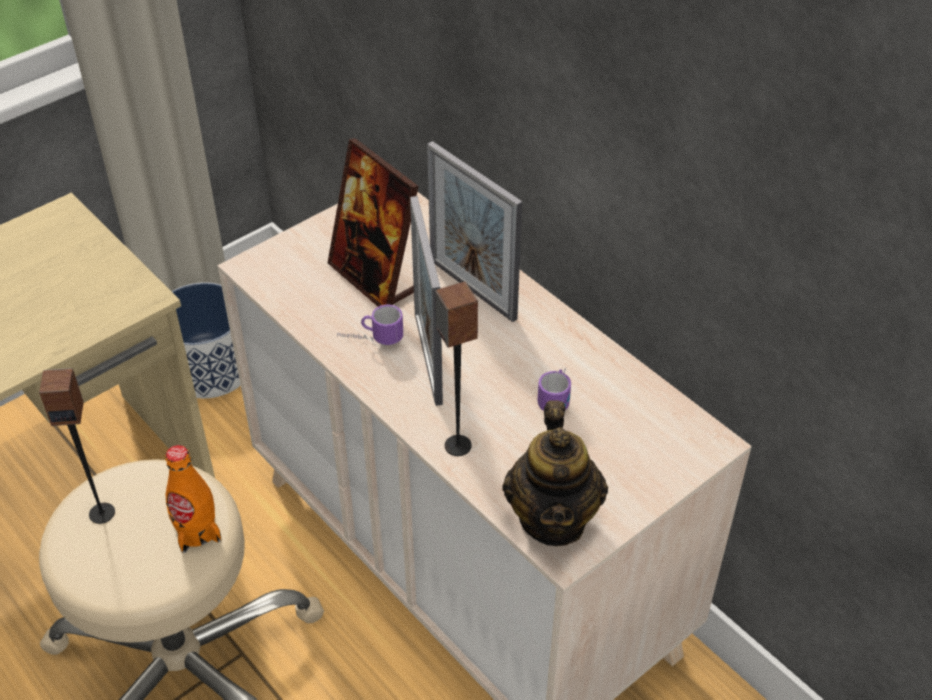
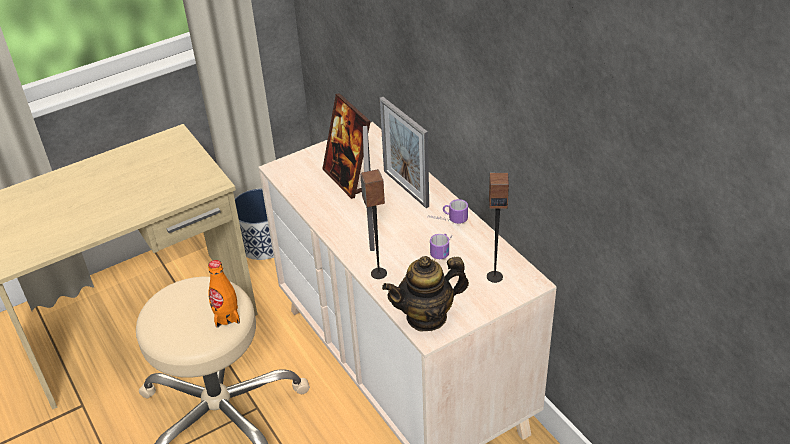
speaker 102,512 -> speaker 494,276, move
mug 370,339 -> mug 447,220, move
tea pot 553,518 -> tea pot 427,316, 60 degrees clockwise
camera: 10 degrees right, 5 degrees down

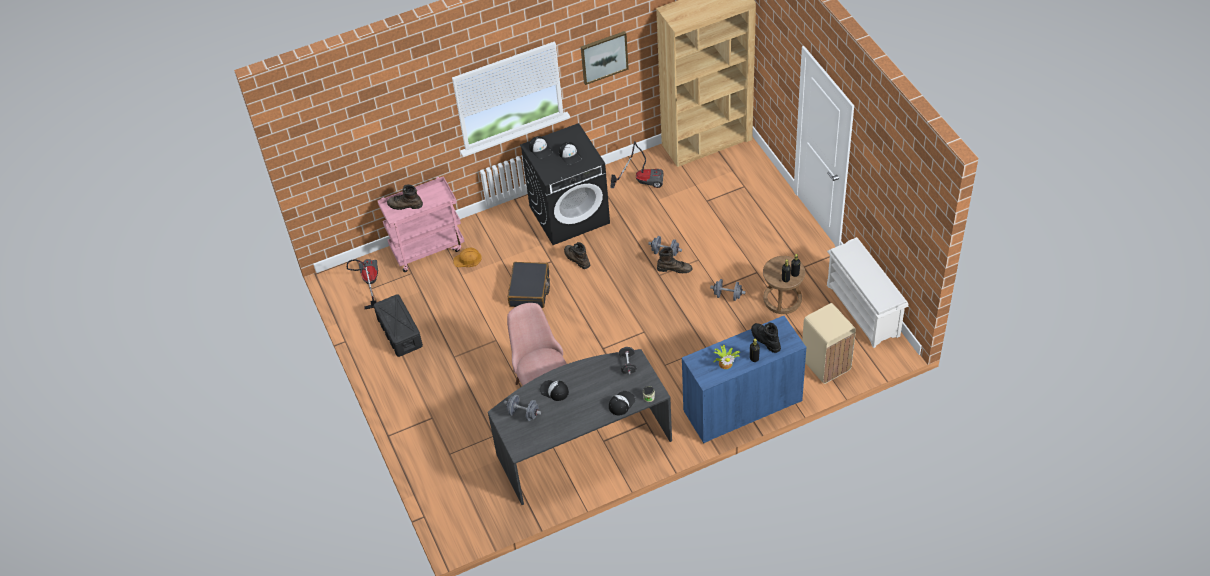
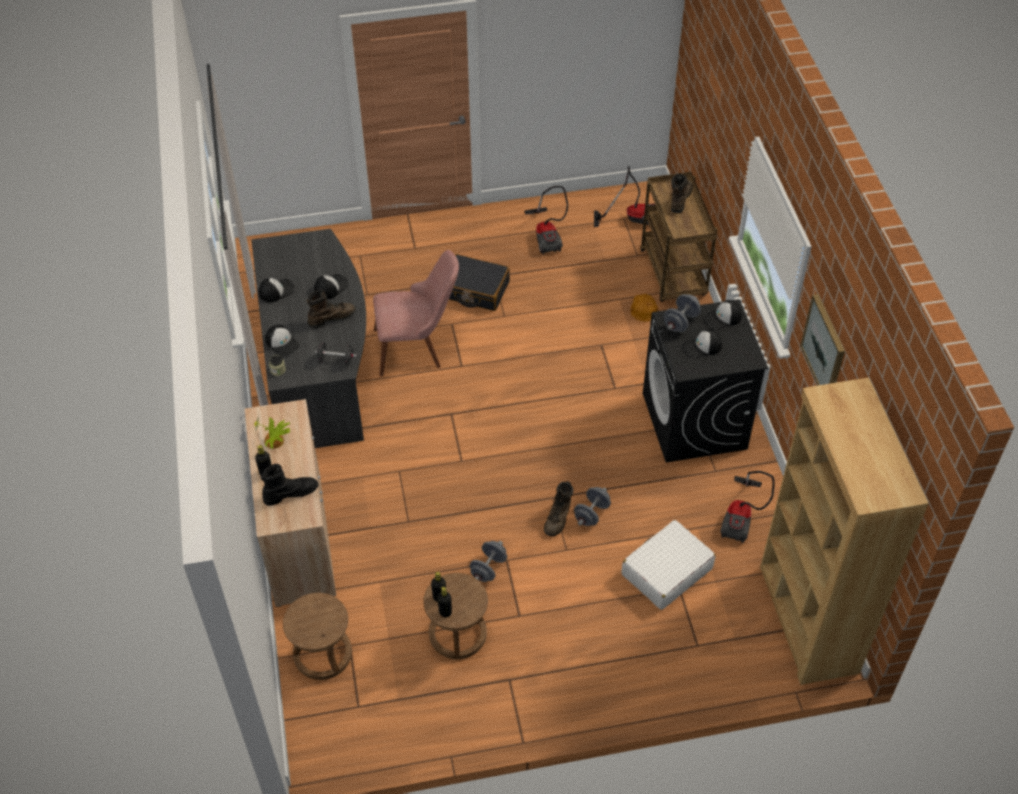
storage container/black 400,333 -> hoover 547,236
trolley/pinkish 428,248 -> trolley/brownish 674,274
dumbbell/gray 523,413 -> dumbbell/gray 681,322, move
piece of luggage/black 529,290 -> piece of luggage/black 475,290, move
high-top boot/brownish 576,259 -> high-top boot/brownish 331,317, move
cupboard/bluish 742,406 -> cupboard/beige 299,538
trash can/beige 825,365 -> stool/brownish 322,654
shoe stand/whitish 864,311 -> none
none -> peaked cap 276,290
none -> piece of luggage/whitish 666,571
camera: 100 degrees right, 0 degrees up

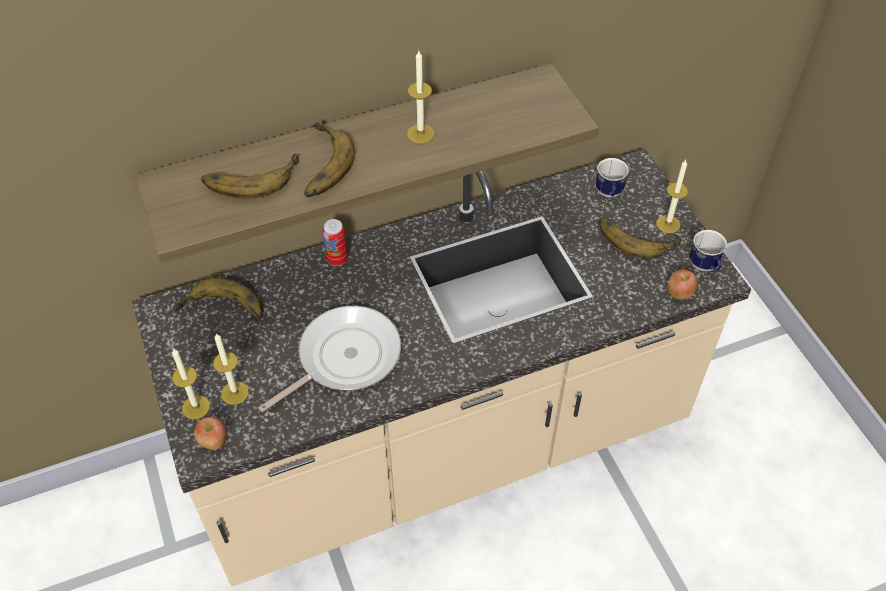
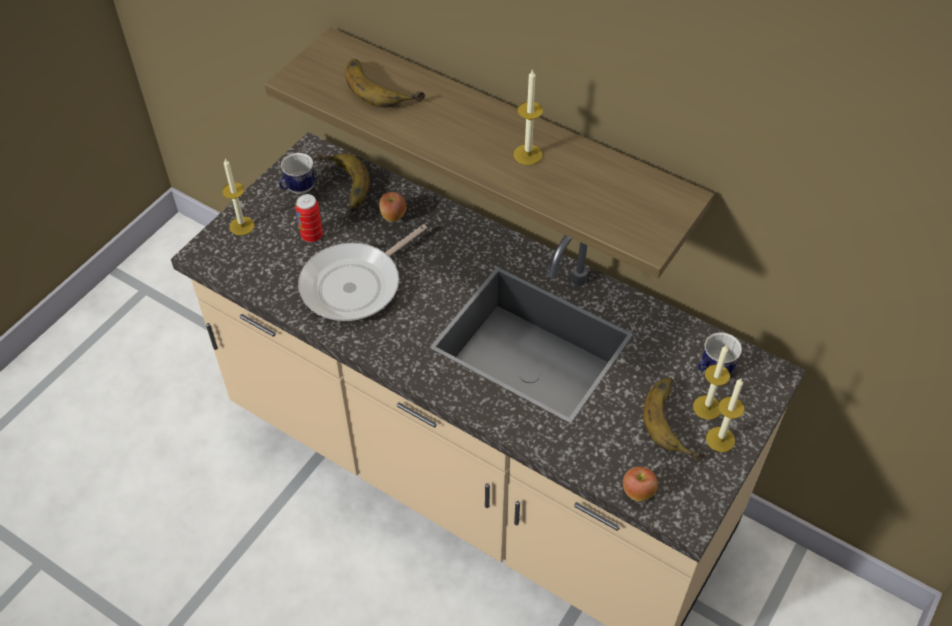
apple fruit 213,442 -> apple fruit 393,216, move
candle 235,393 -> candle 707,407, move
skillet 344,358 -> skillet 356,285, 120 degrees clockwise
banana 318,165 -> none
can 337,259 -> can 312,236, move
mug 705,267 -> mug 297,190, move
camera: 55 degrees right, 0 degrees up

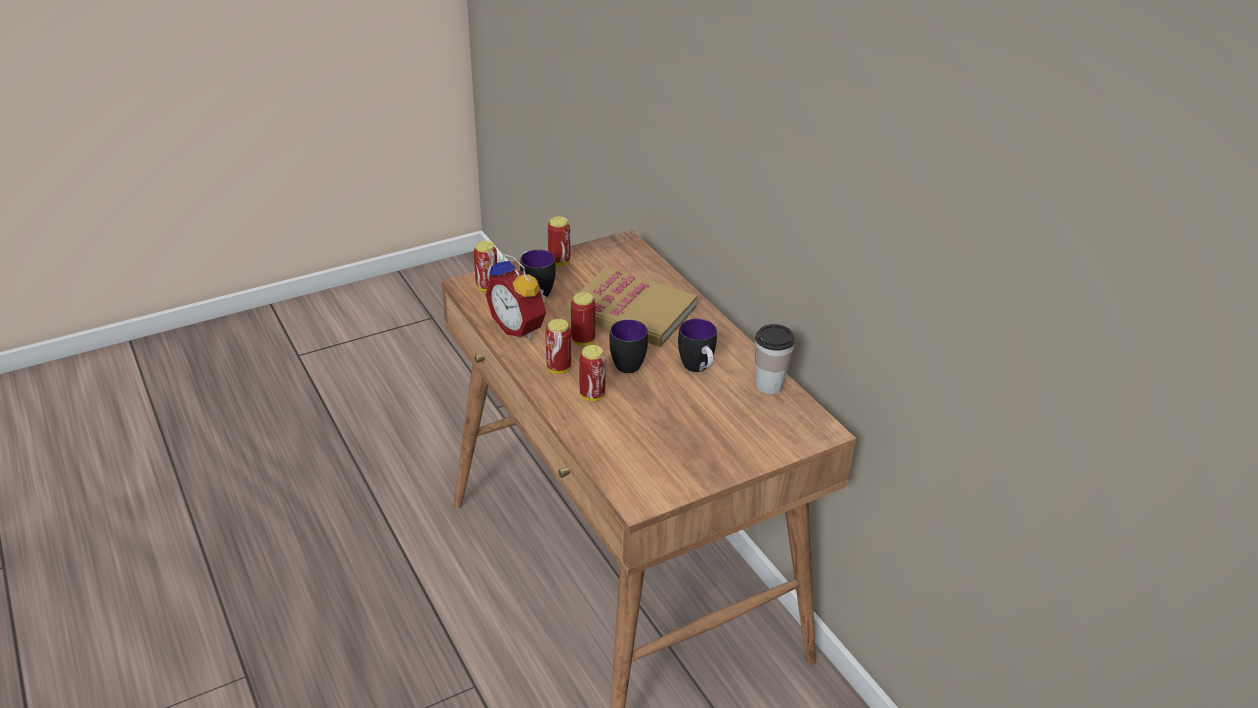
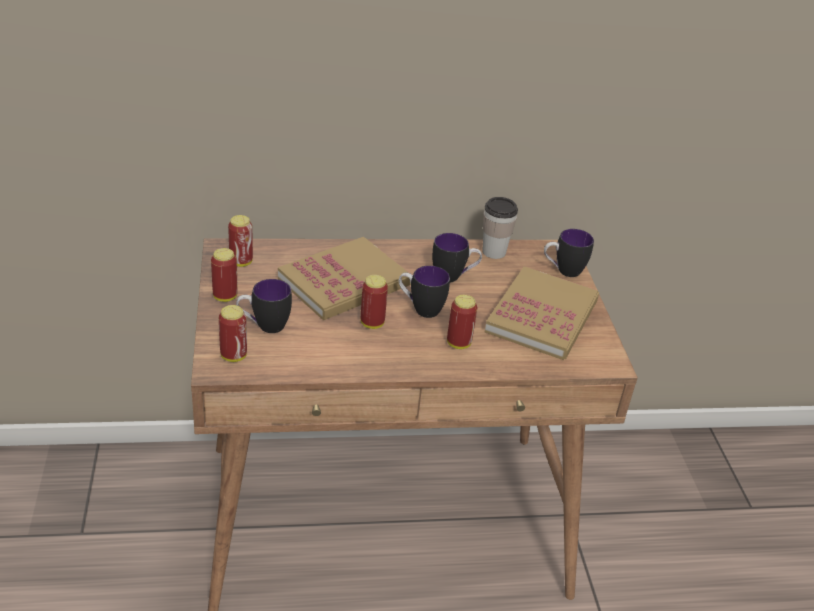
alarm clock 520,327 -> none
can 558,368 -> can 241,262, move
none -> bound book 542,316
none -> mug 562,271
camera: 70 degrees left, 0 degrees up

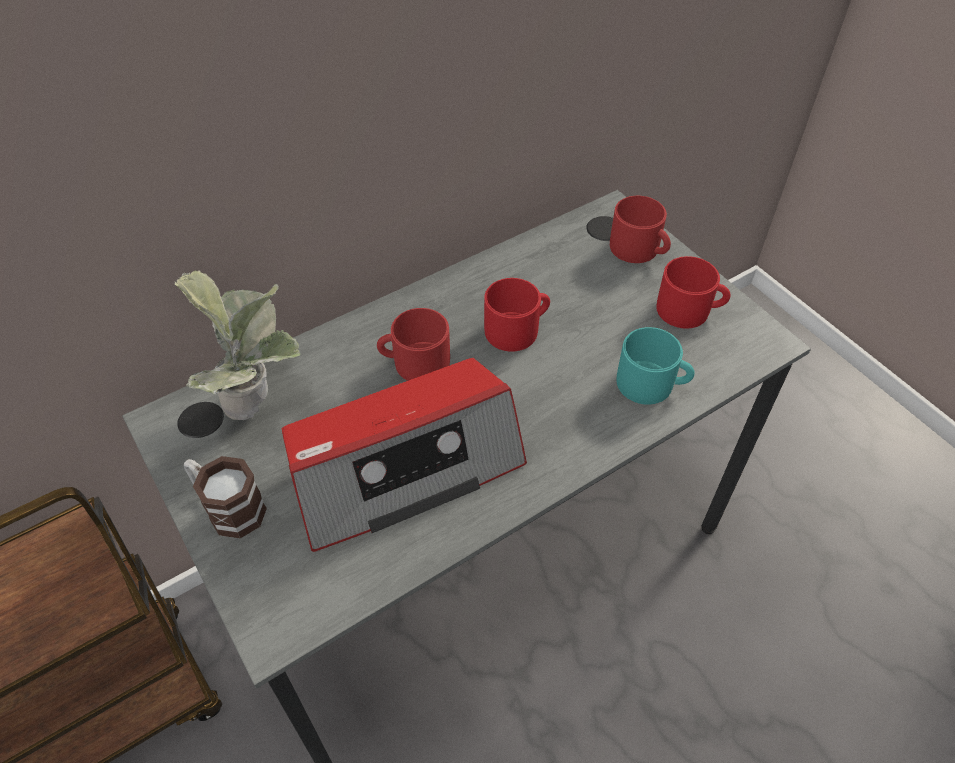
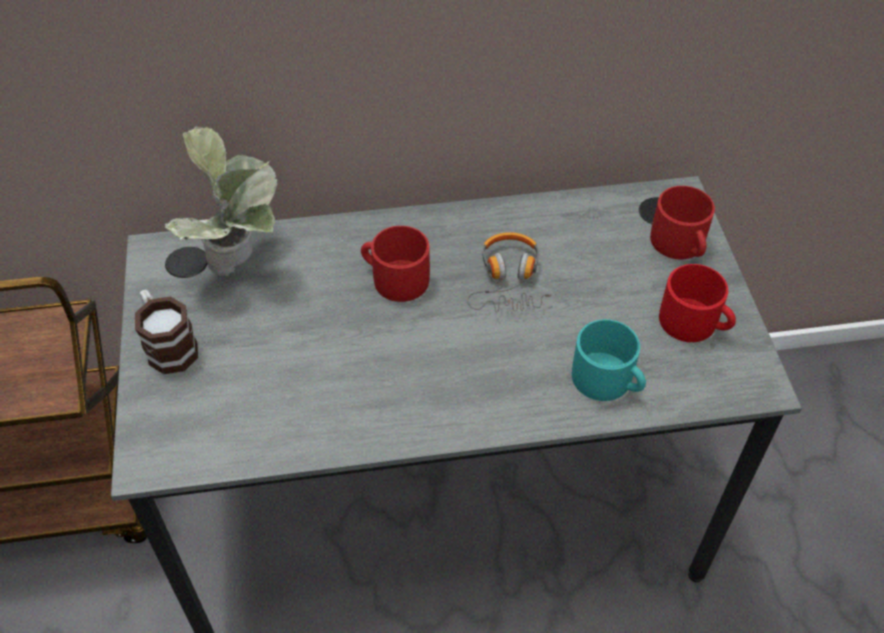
radio 404,467 -> none
mug/reddish 517,329 -> headphones 509,281
camera: 25 degrees right, 0 degrees up

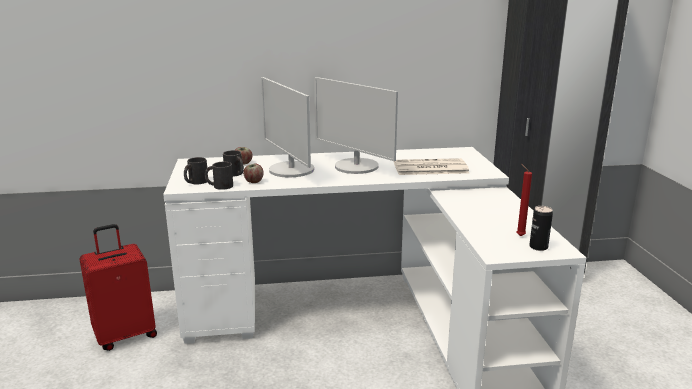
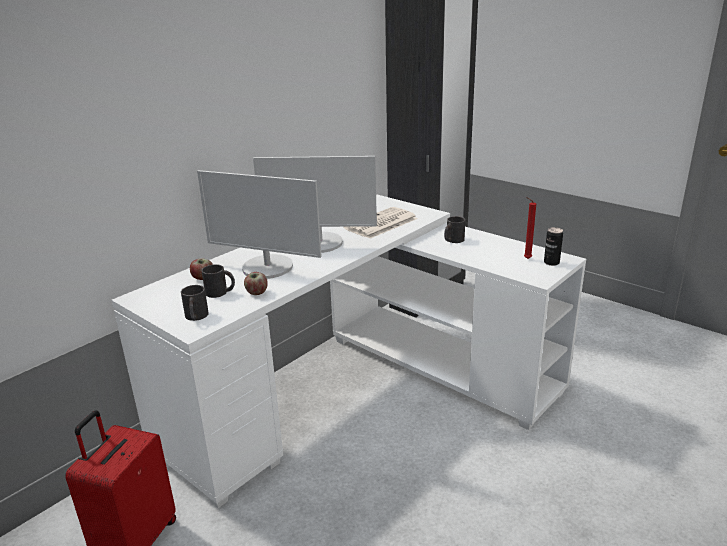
mug/black 219,186 -> mug/black 452,240, move
camera: 40 degrees left, 5 degrees up

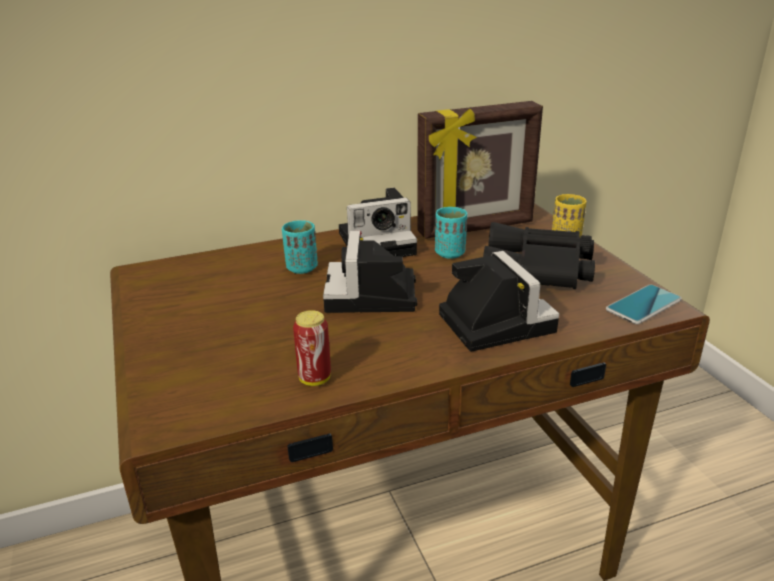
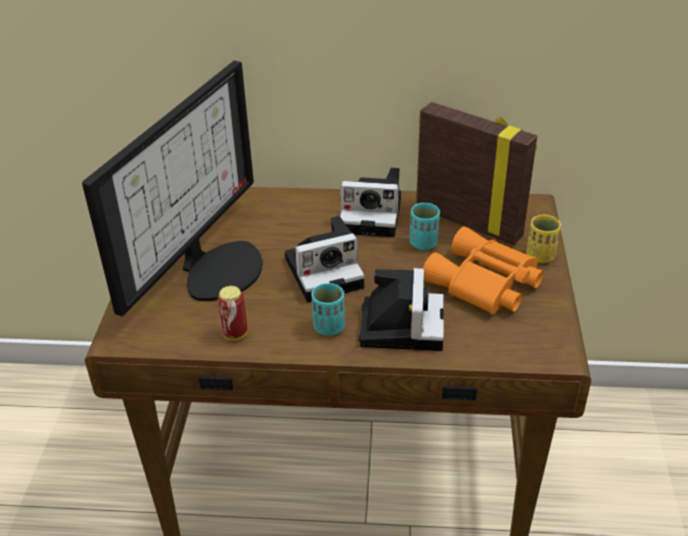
cup/turquoise 302,268 -> cup/turquoise 329,327, move
still camera 372,296 -> still camera 326,271, 135 degrees counterclockwise
photo frame 476,229 -> photo frame 469,221, 150 degrees counterclockwise
field glasses/black 539,270 -> field glasses/orange-coloured 484,284
telephone 643,305 -> none
none -> monitor 216,268
camera: 25 degrees right, 10 degrees up

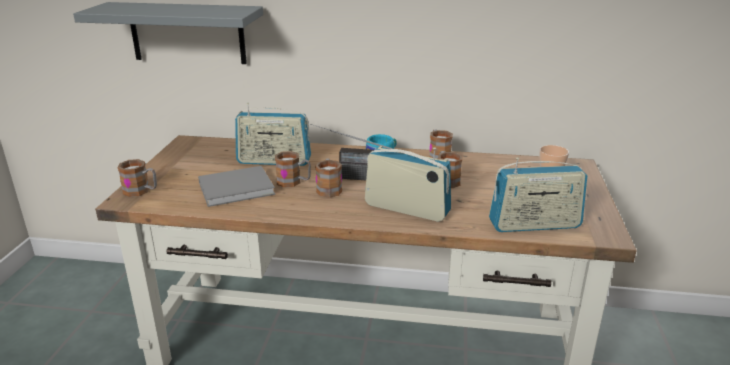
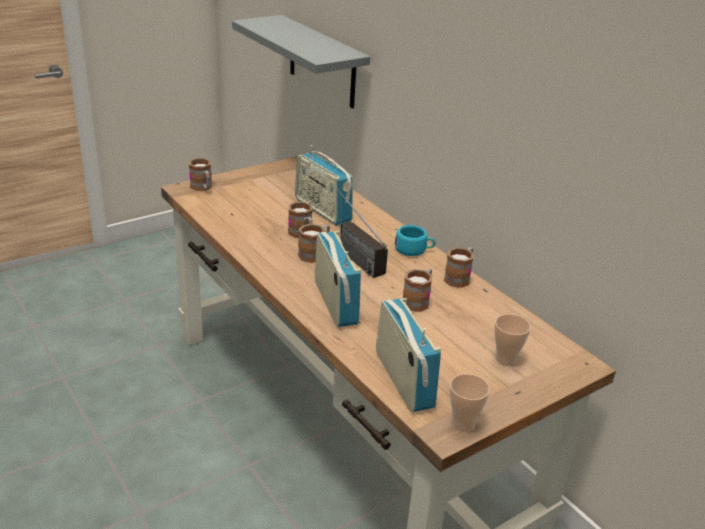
bound book/gray 238,188 -> none
radio 534,225 -> radio 403,380, 150 degrees counterclockwise
none -> cup 463,424
camera: 45 degrees right, 5 degrees up

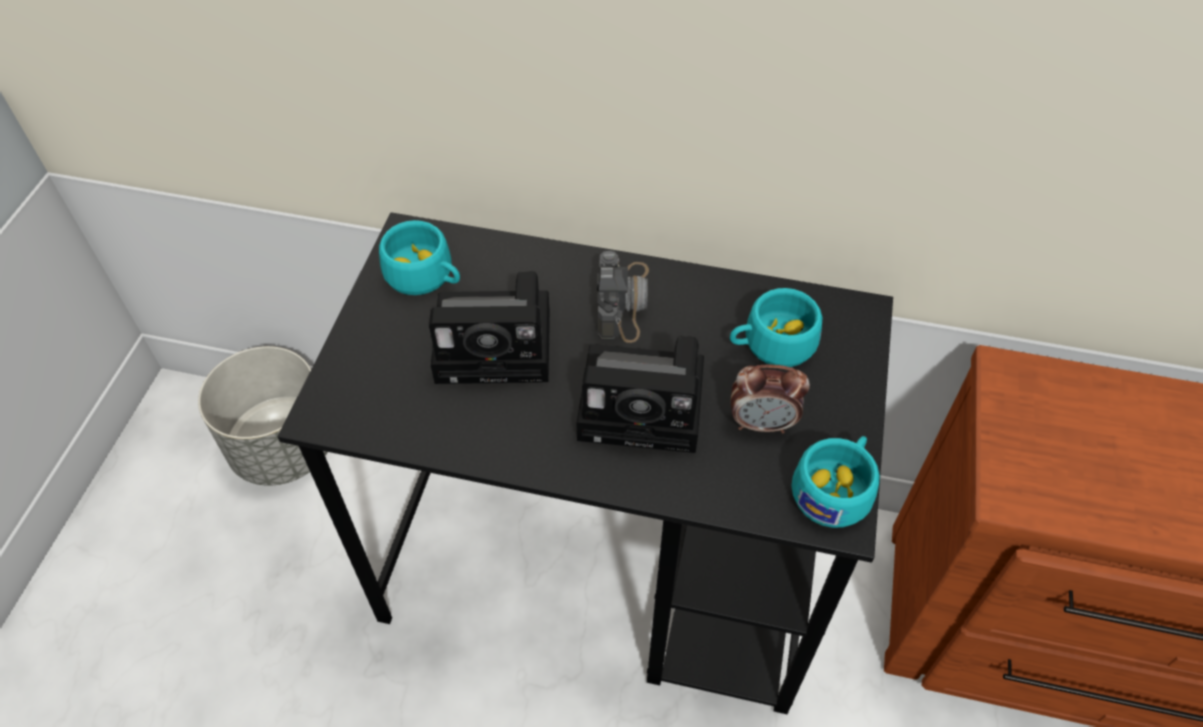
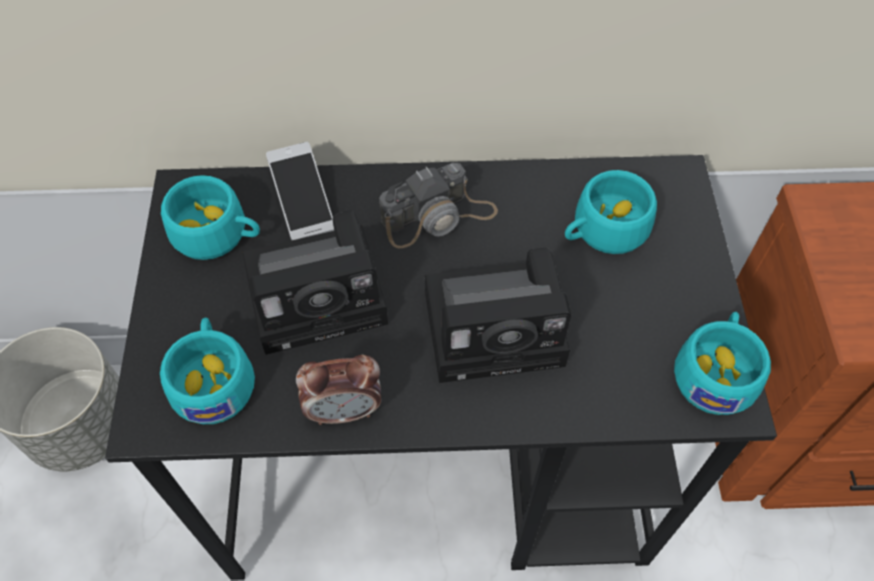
still camera 623,301 -> still camera 438,217, 75 degrees clockwise
alarm clock 762,423 -> alarm clock 344,410, move
none -> cup/turquoise 214,379
none -> telephone 302,201
camera: 15 degrees left, 5 degrees up

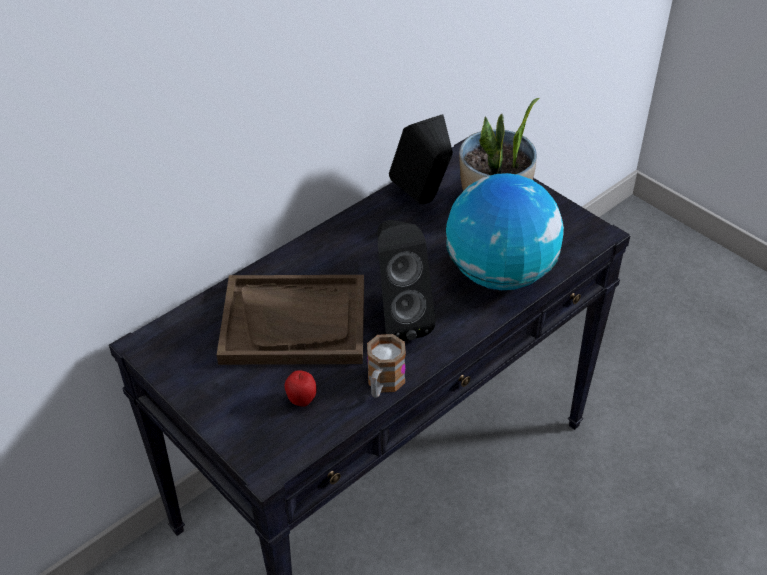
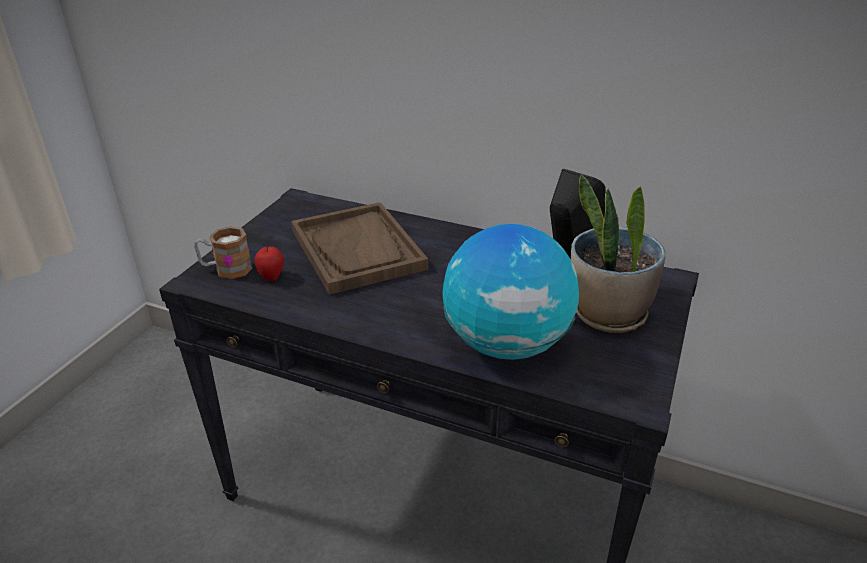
mug 383,384 -> mug 226,269, move
speaker/black 399,319 -> none
camera: 65 degrees right, 10 degrees down

